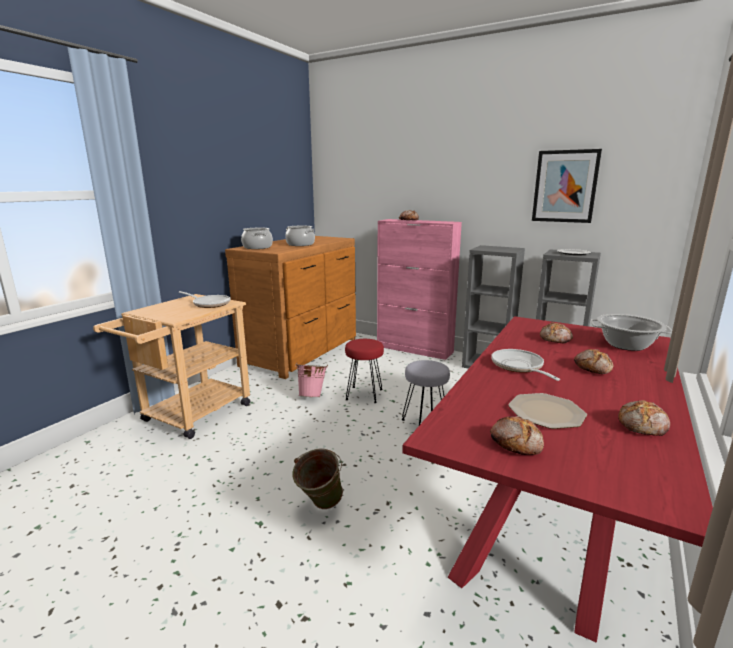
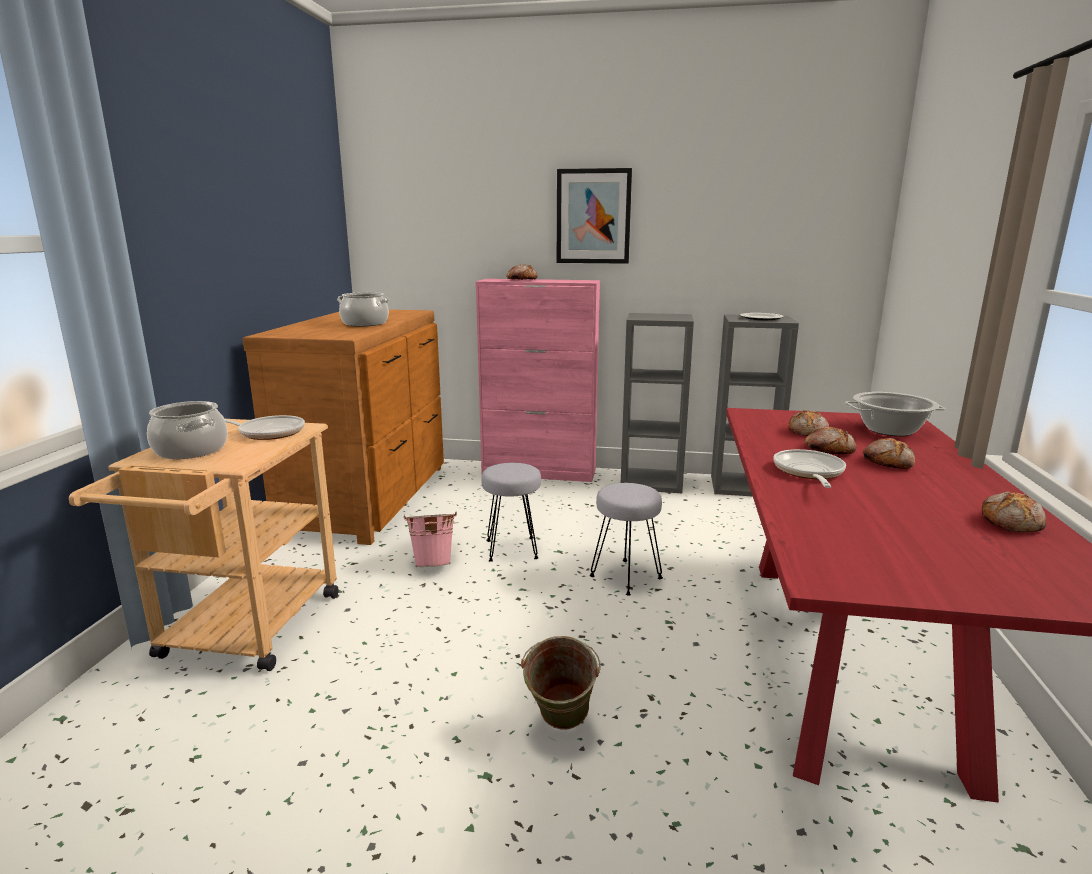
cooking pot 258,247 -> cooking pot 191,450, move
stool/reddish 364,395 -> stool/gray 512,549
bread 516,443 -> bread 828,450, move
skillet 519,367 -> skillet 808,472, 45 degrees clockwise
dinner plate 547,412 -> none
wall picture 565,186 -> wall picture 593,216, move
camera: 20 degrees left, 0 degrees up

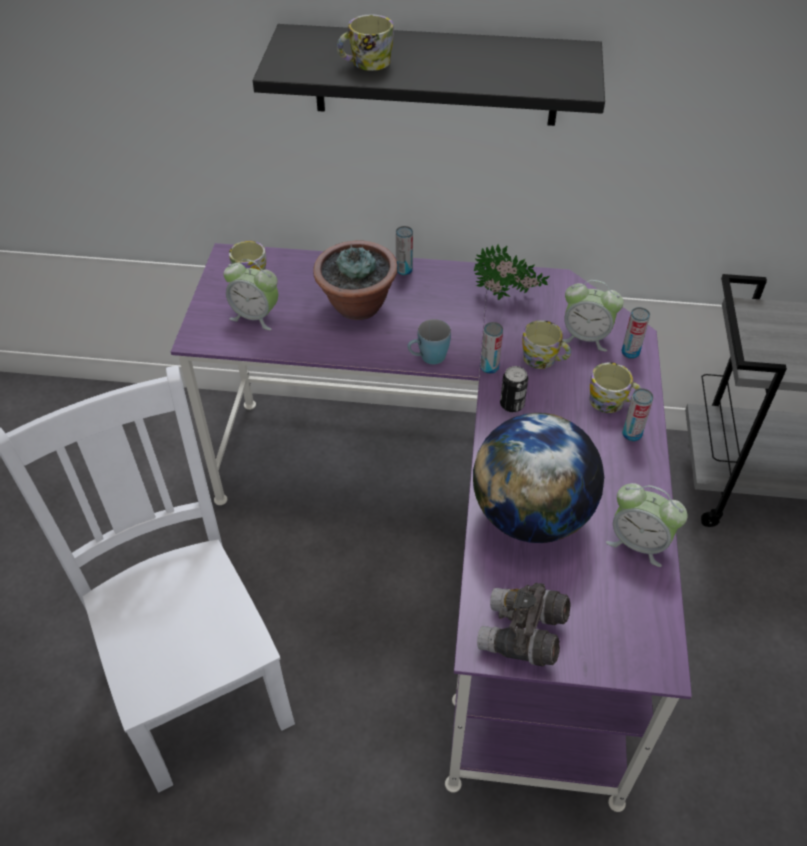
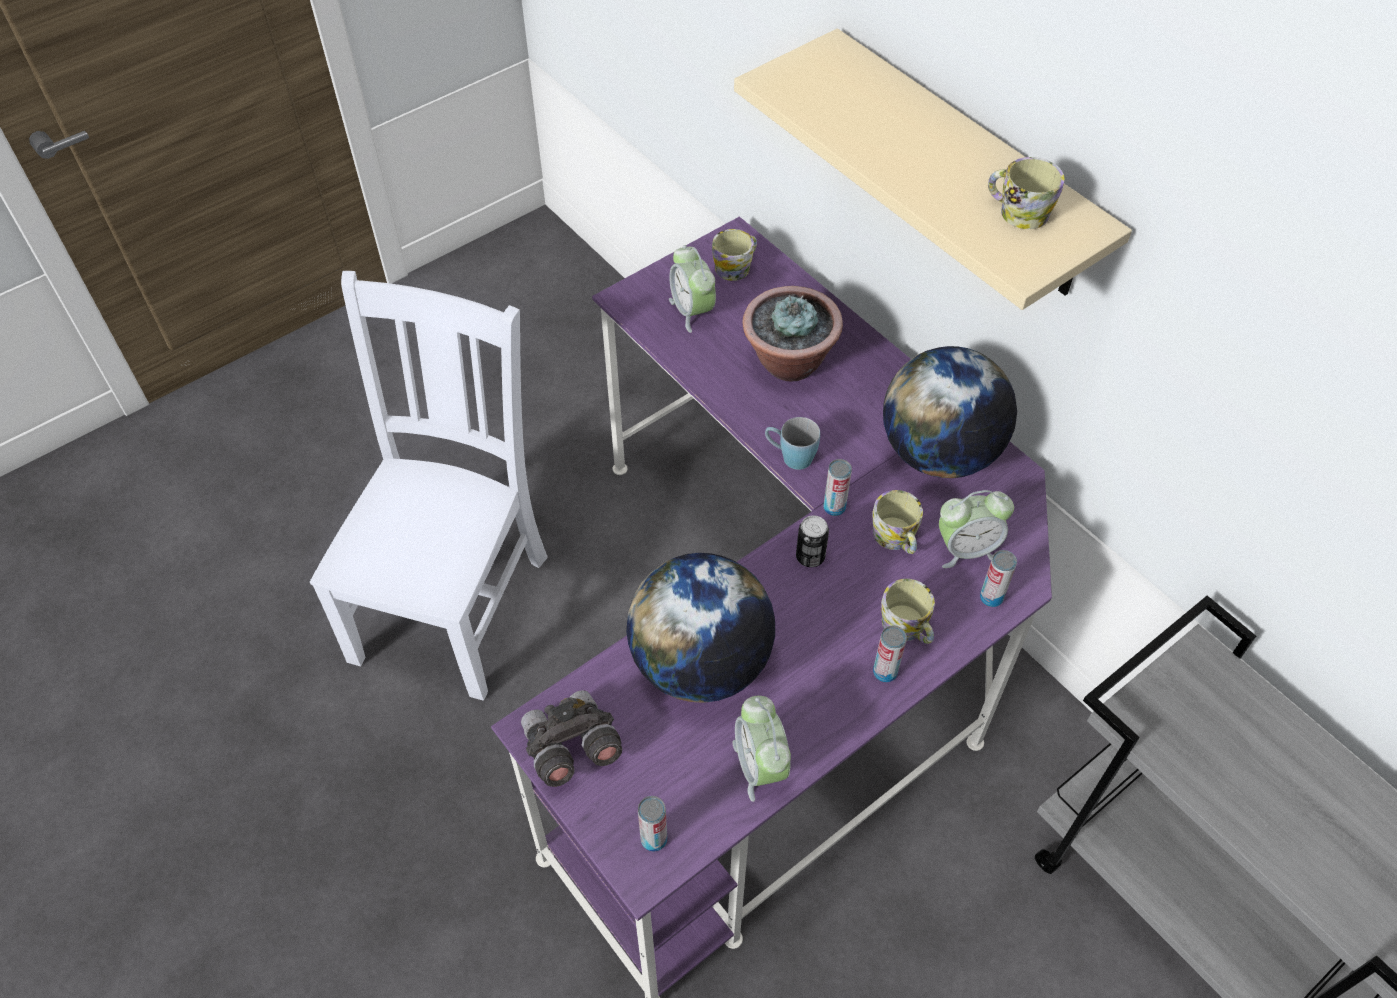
shelf/black 436,76 -> shelf/beige 964,167
mug 365,63 -> mug 1017,211, move
can 404,270 -> can 654,839, move
houseplant 507,298 -> world globe 939,453
alarm clock 585,337 -> alarm clock 966,549, 75 degrees counterclockwise
camera: 45 degrees right, 5 degrees up

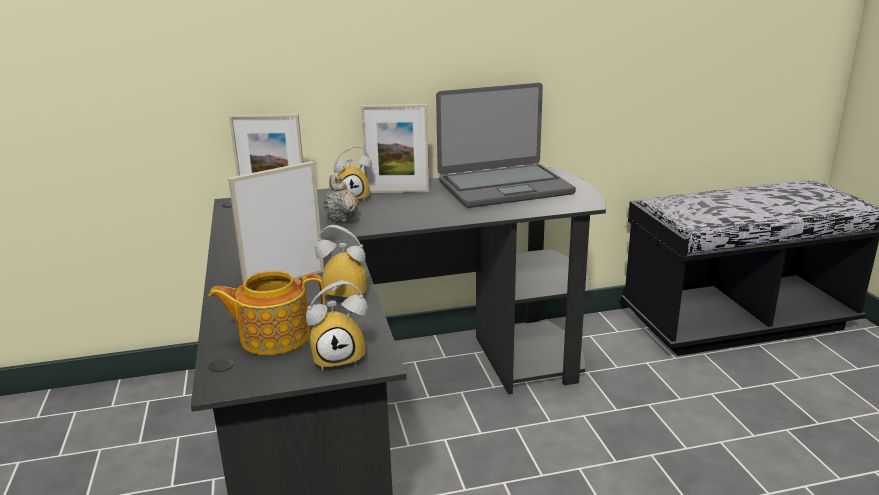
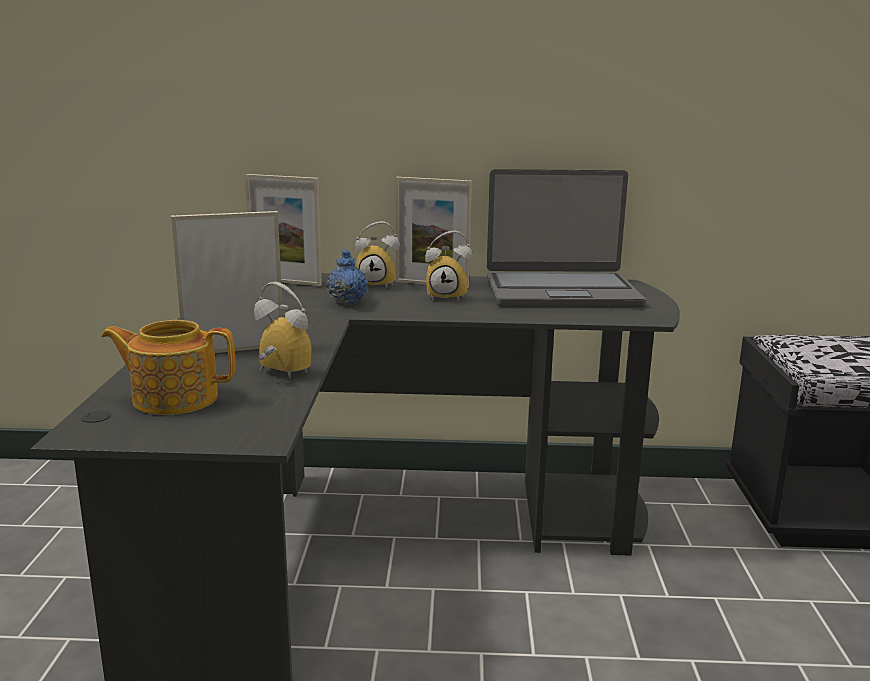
alarm clock 340,357 -> alarm clock 448,297, move
tea pot/beige 341,218 -> tea pot/bluish 347,301
camera: 15 degrees right, 5 degrees down

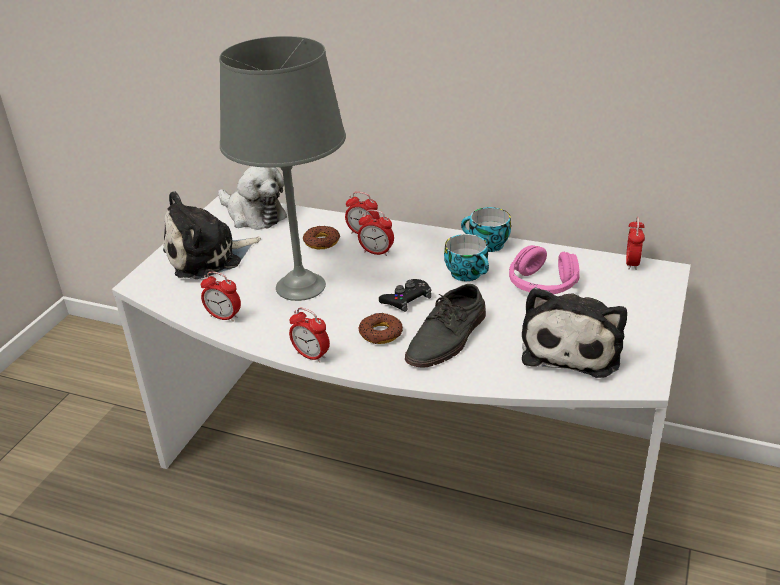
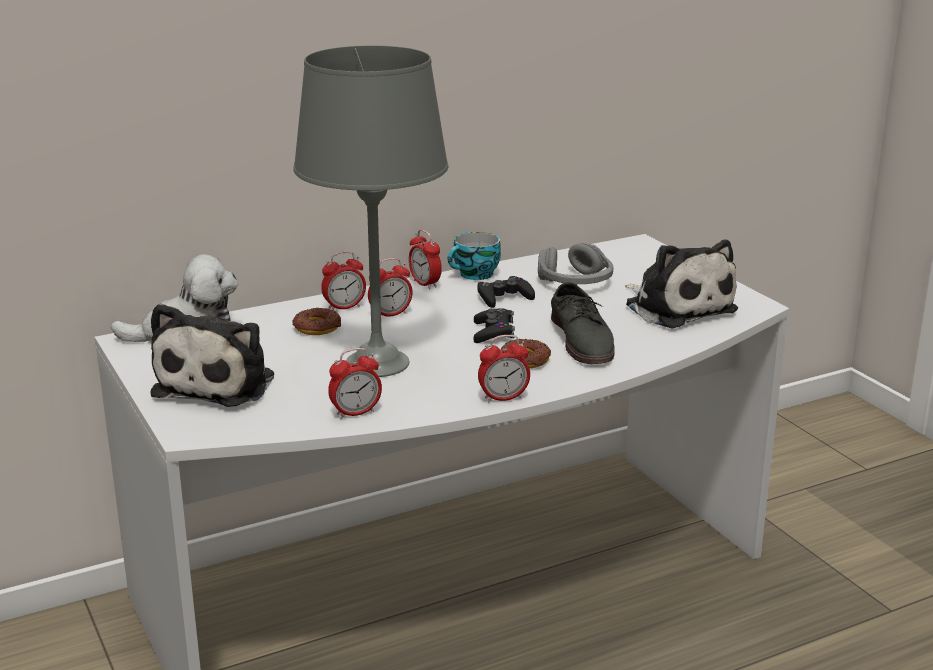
cup 468,274 -> gamepad/black 504,297
headphones/pinkish 542,285 -> headphones/gray 575,282
alarm clock 632,263 -> alarm clock 425,284, move
camera: 50 degrees left, 10 degrees down

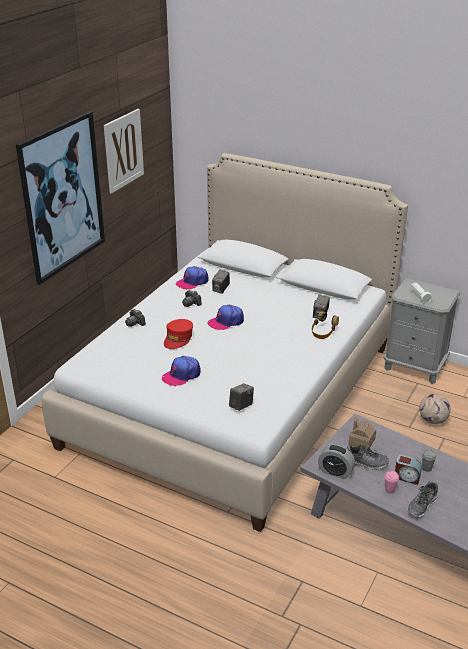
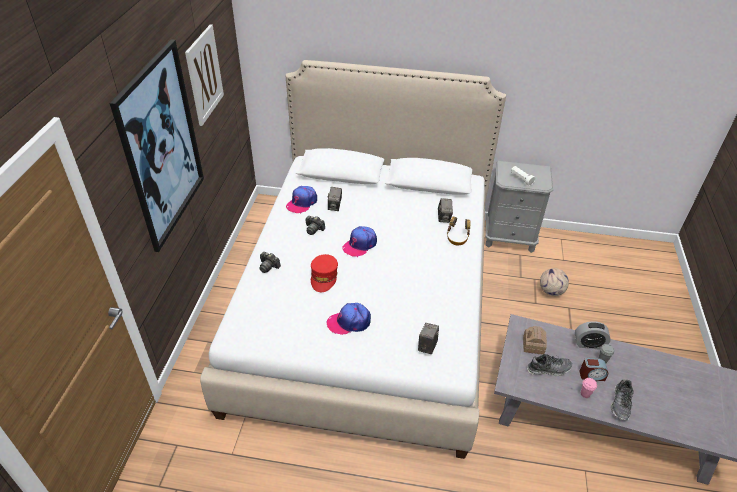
peaked cap 181,375 -> peaked cap 349,322, 45 degrees clockwise
alarm clock 335,472 -> alarm clock 589,344, move
camera: 20 degrees left, 10 degrees up

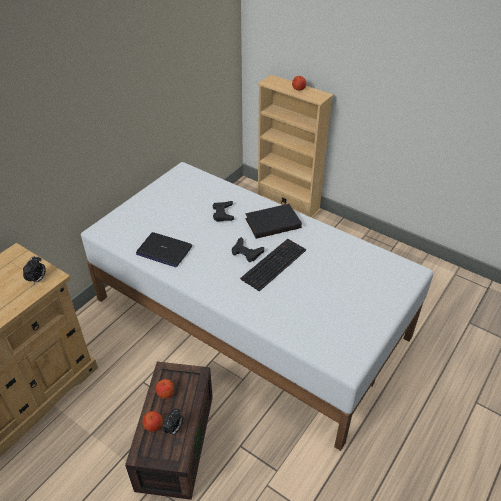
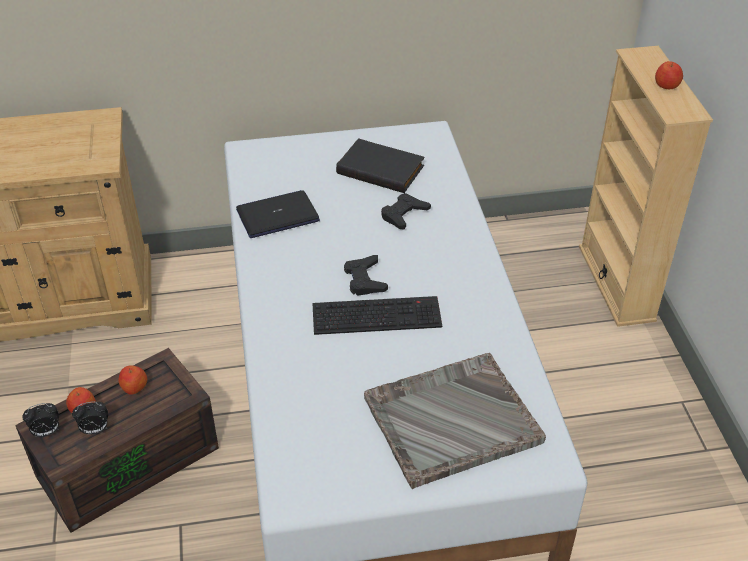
alarm clock 37,279 -> alarm clock 46,432, move
portable computer 164,250 -> portable computer 277,215, 90 degrees clockwise
bound book/black 272,222 -> bound book/black 381,169, move
none -> serving tray/gray 450,420
camera: 45 degrees right, 0 degrees up

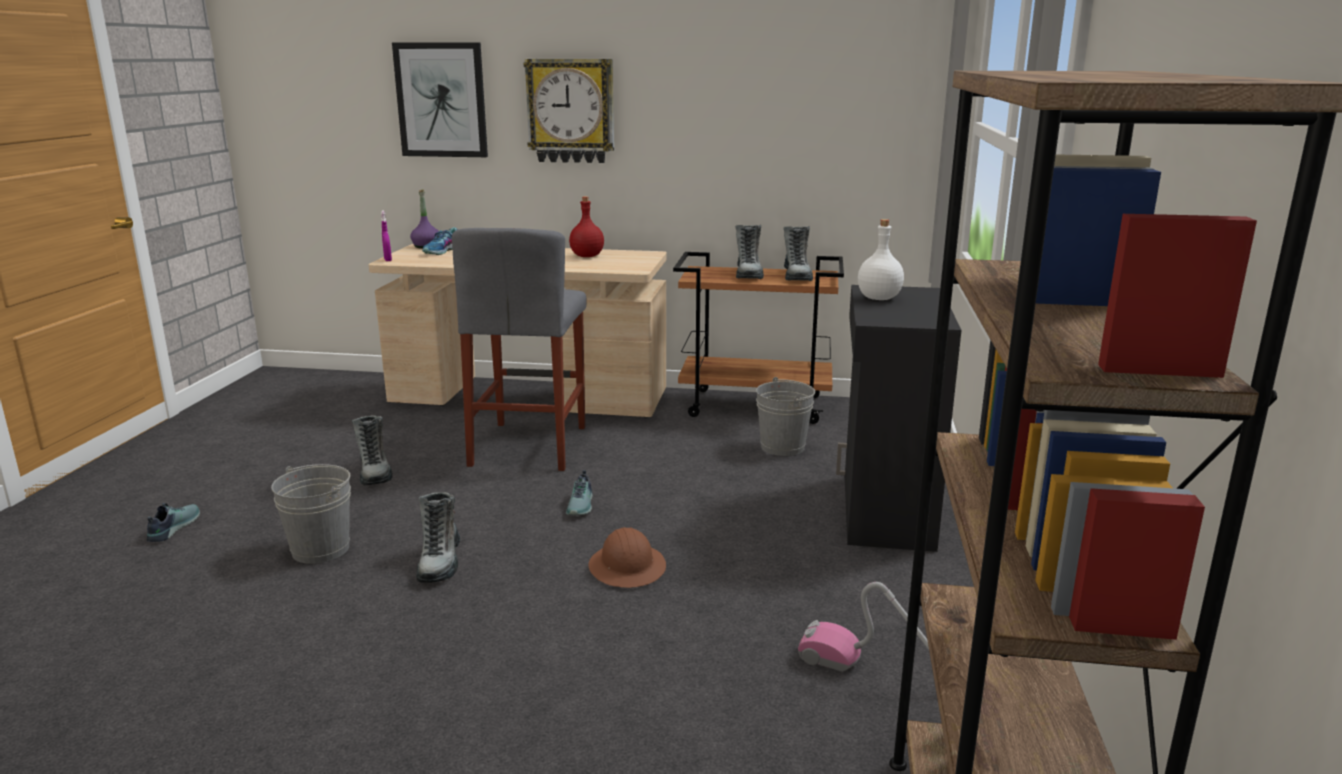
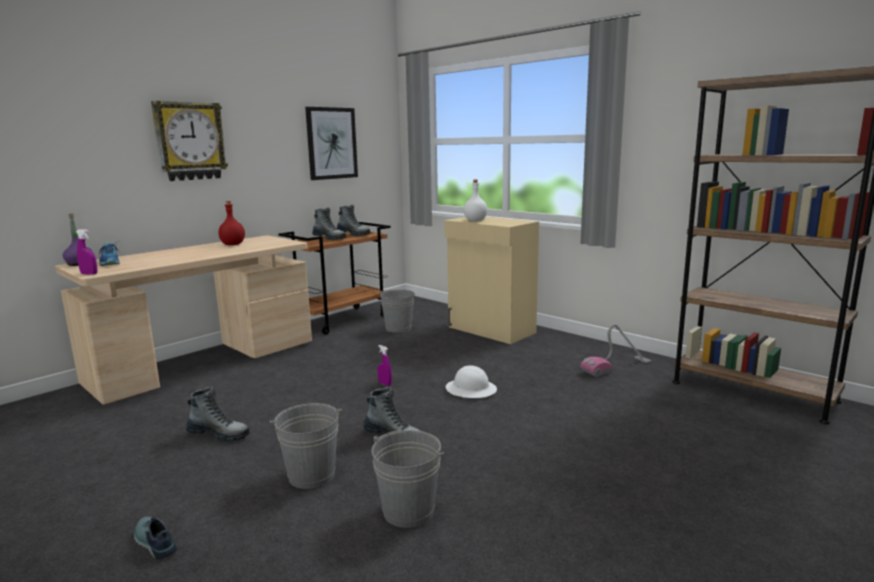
wall picture 441,100 -> wall picture 331,143, move
stool/gray 529,445 -> none
low shoe 582,505 -> hand sprayer/purple-coloured 385,384
hard hat/brownish 627,567 -> hard hat/whitish 471,389
cupboard/black 884,511 -> cupboard/beige 490,330
none -> bucket/gray 408,511
camera: 55 degrees left, 5 degrees down

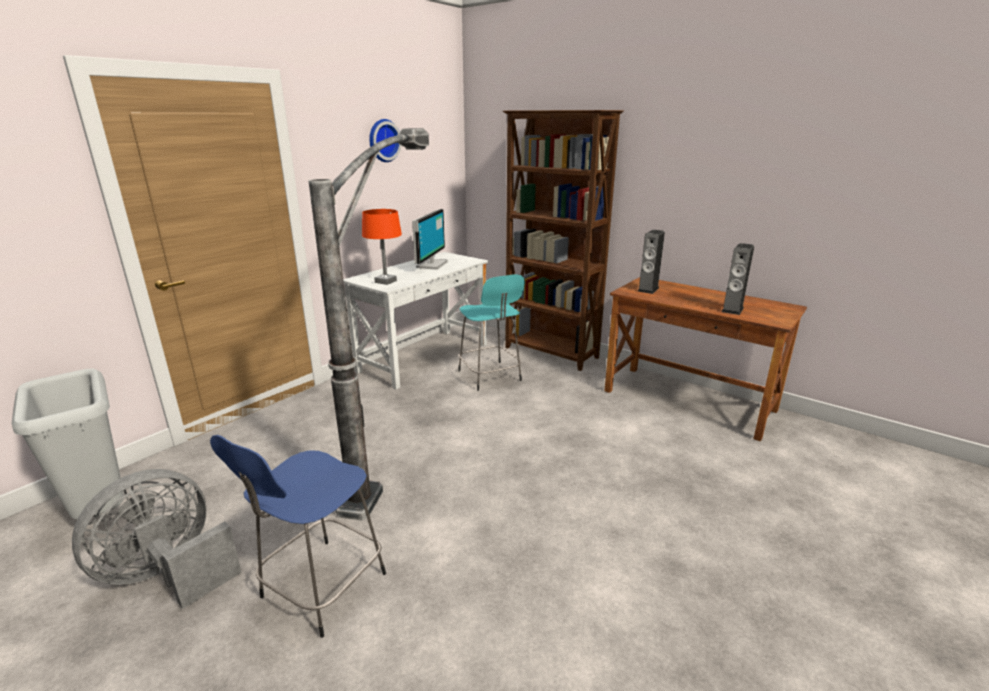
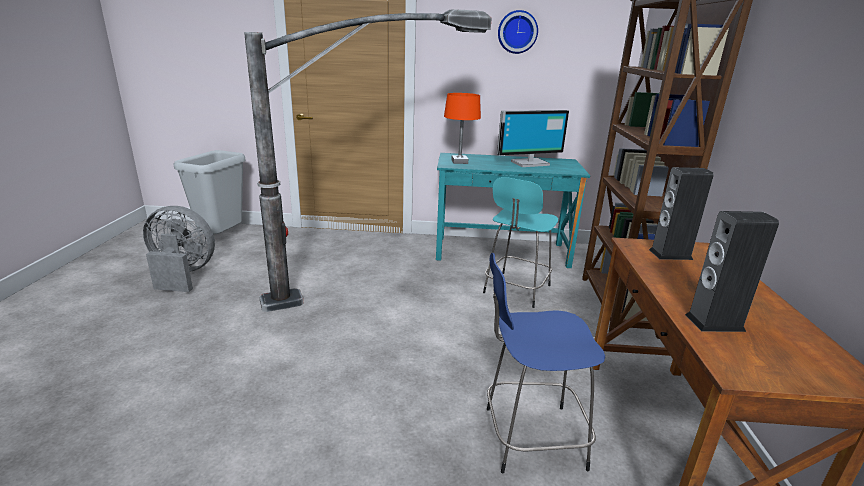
stool/bluish 320,588 -> stool/bluish 529,437, move
desk/whitish 424,357 -> desk/turquoise 501,251
camera: 55 degrees right, 0 degrees up

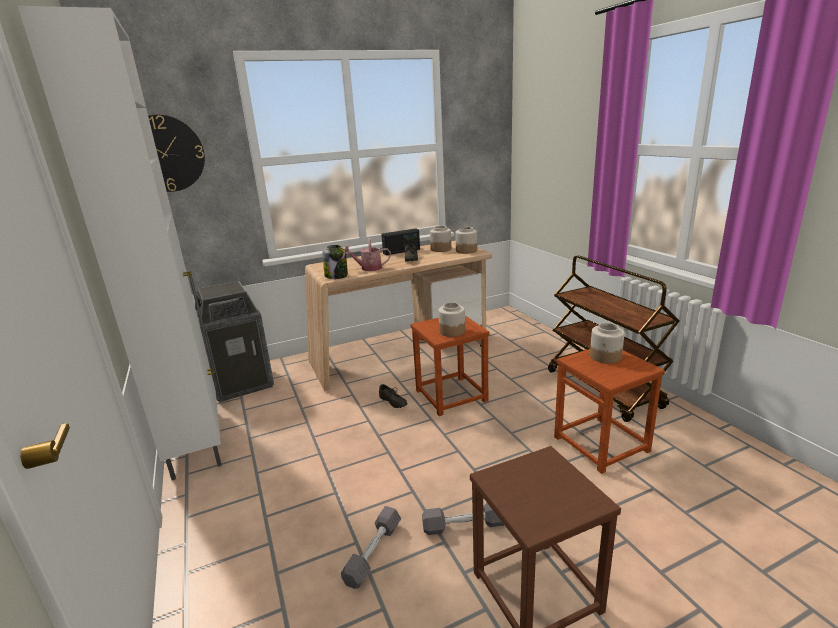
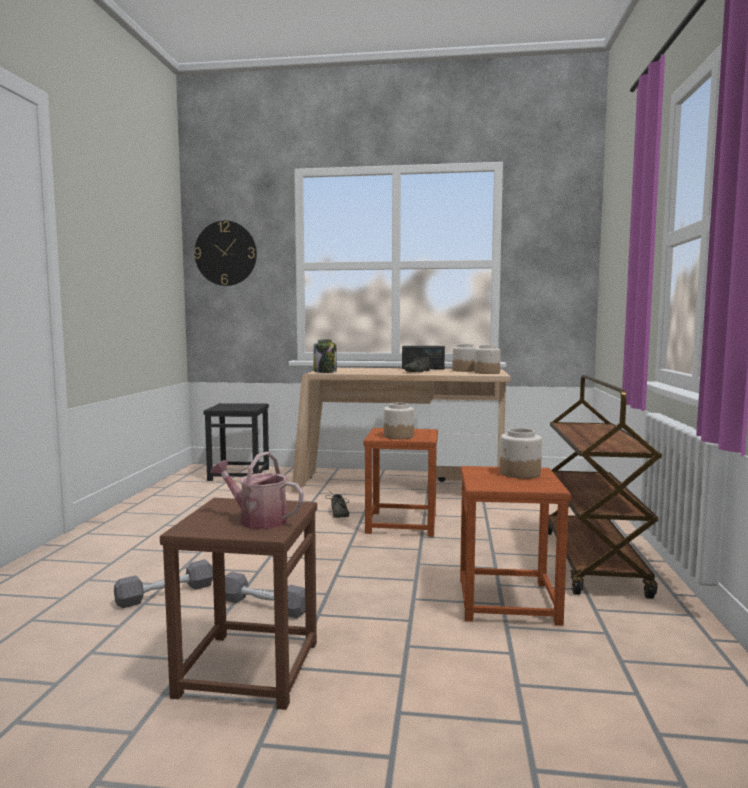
cupboard/whitish 197,441 -> none
trash can 242,383 -> stool/black 239,474
watering can 368,268 -> watering can 257,519, move
camera: 30 degrees right, 15 degrees down

